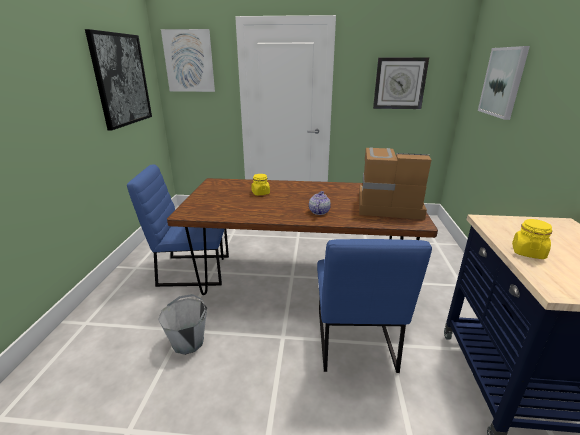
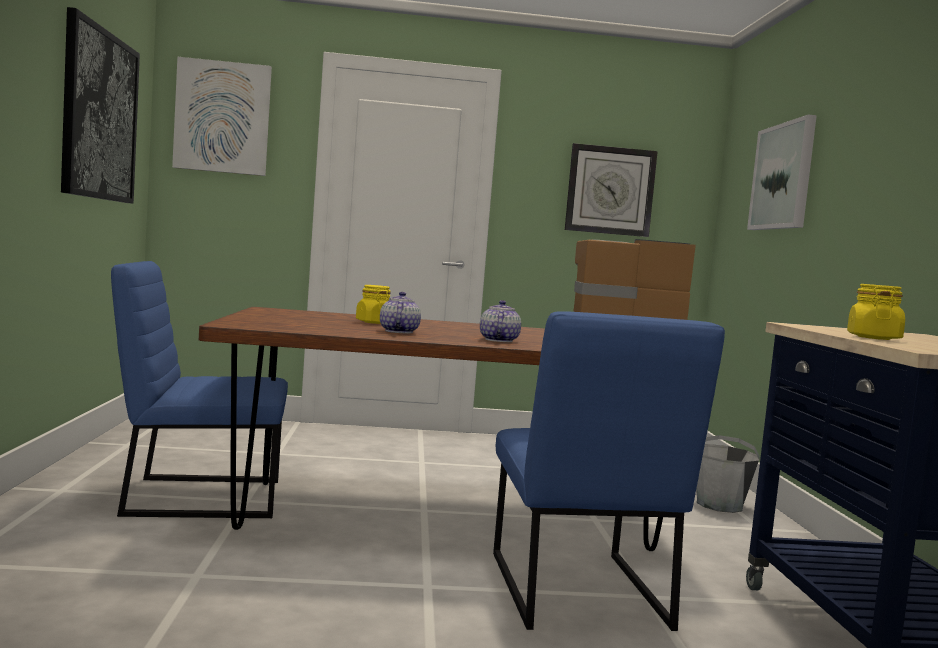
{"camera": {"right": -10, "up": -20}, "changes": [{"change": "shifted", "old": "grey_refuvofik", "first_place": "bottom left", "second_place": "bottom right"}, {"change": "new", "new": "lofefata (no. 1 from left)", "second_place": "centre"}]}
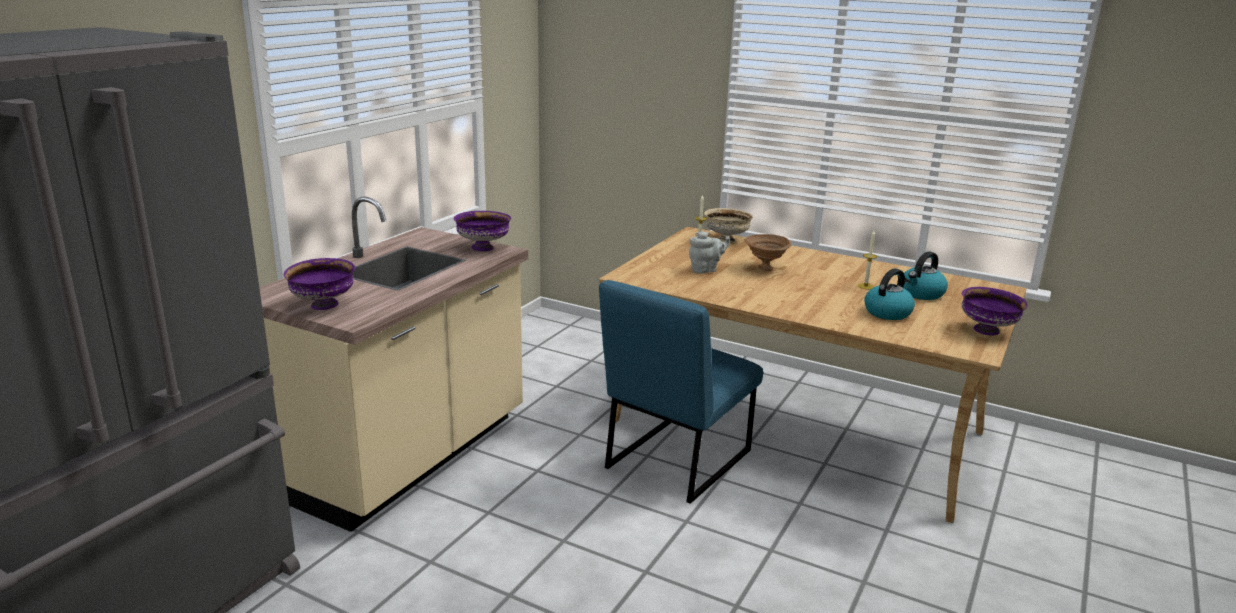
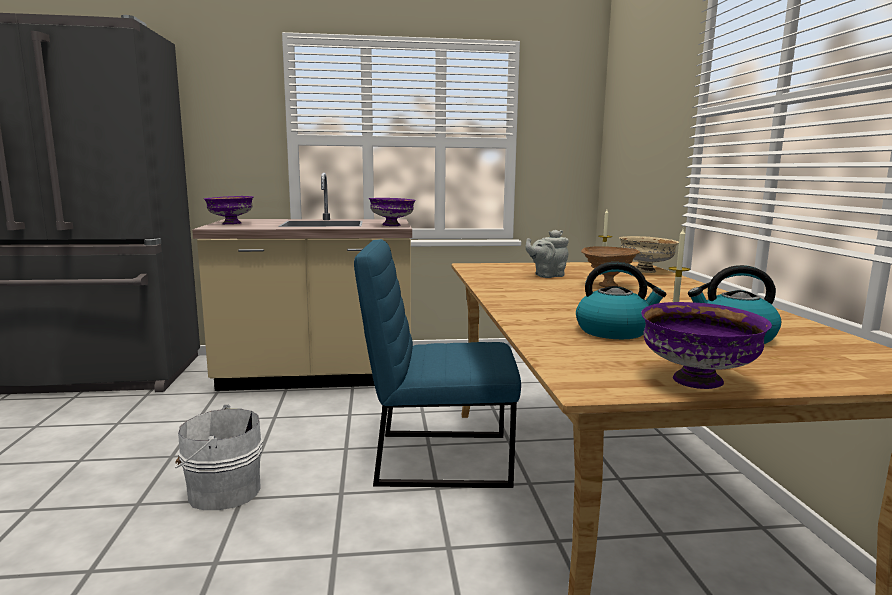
{"camera": {"right": 55, "up": -10}, "changes": [{"change": "rotated", "old": "grey_lofefata", "first_place": "centre", "second_place": "centre", "degrees": 120}, {"change": "new", "new": "white_refuvofik", "second_place": "bottom left"}]}
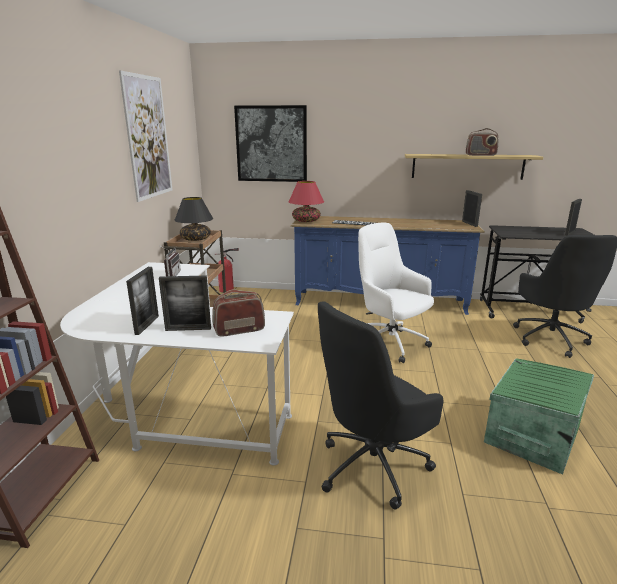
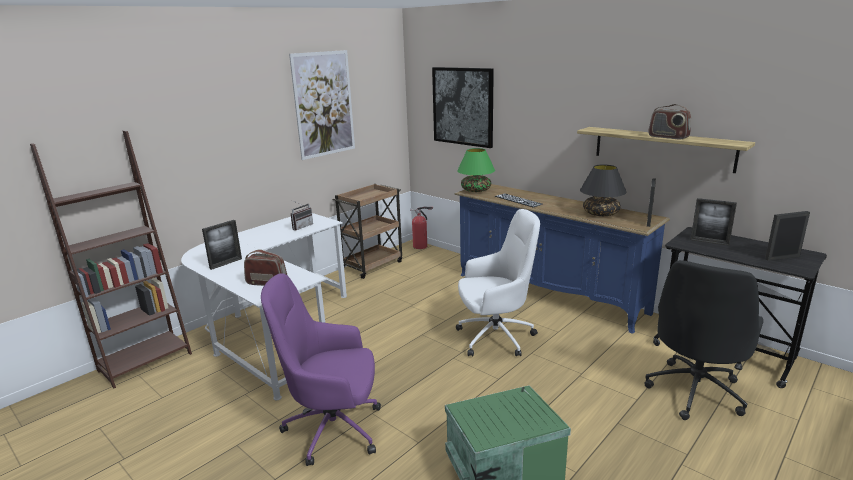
{"camera": {"right": 35, "up": 0}, "changes": [{"change": "shifted", "old": "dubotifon (no. 2 from left in the first image)", "new": "dubotifon (no. 3 from left)", "first_place": "middle left", "second_place": "middle right"}, {"change": "shifted", "old": "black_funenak", "first_place": "middle left", "second_place": "middle right"}, {"change": "repainted", "old": "red_funenak", "new": "green_funenak", "first_place": "centre", "second_place": "centre"}, {"change": "repainted", "old": "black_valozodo (no. 1 from left)", "new": "purple_valozodo", "first_place": "bottom centre", "second_place": "bottom centre"}, {"change": "rotated", "old": "white_valozodo", "first_place": "centre", "second_place": "centre", "degrees": 90}]}
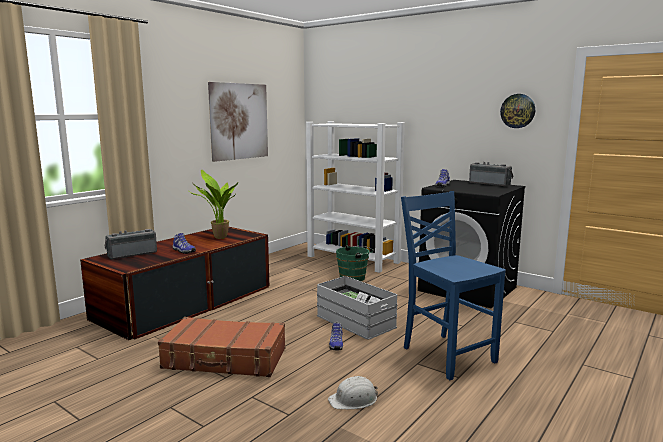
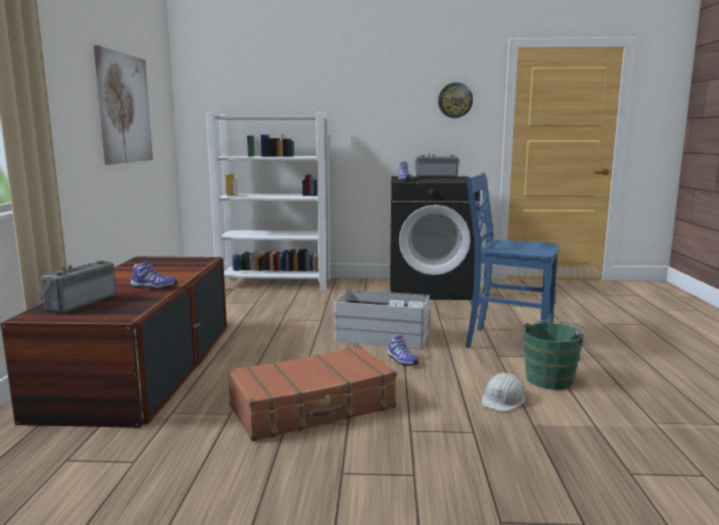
{"camera": {"right": -35, "up": 0}, "changes": [{"change": "gone", "old": "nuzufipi", "first_place": "middle left"}, {"change": "shifted", "old": "green_refuvofik", "first_place": "centre", "second_place": "bottom right"}]}
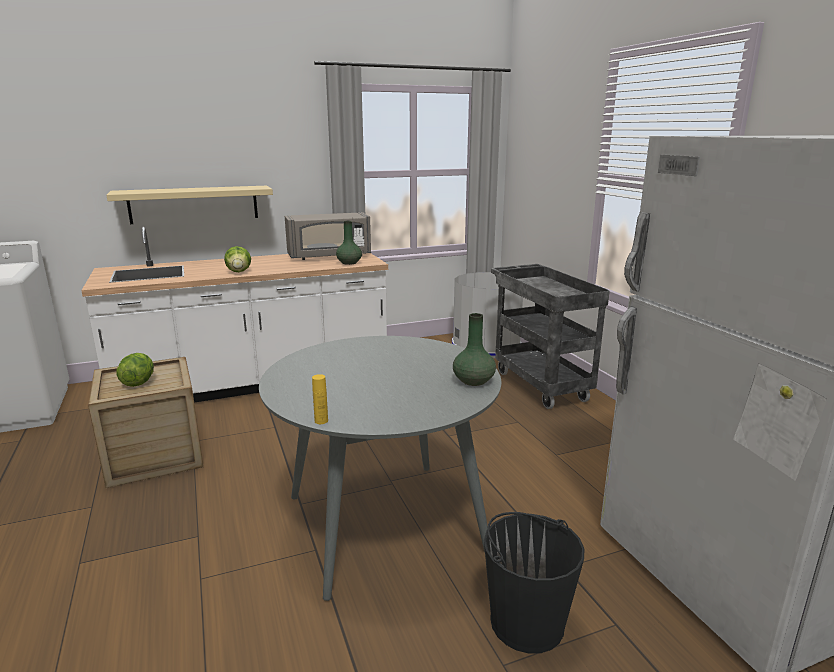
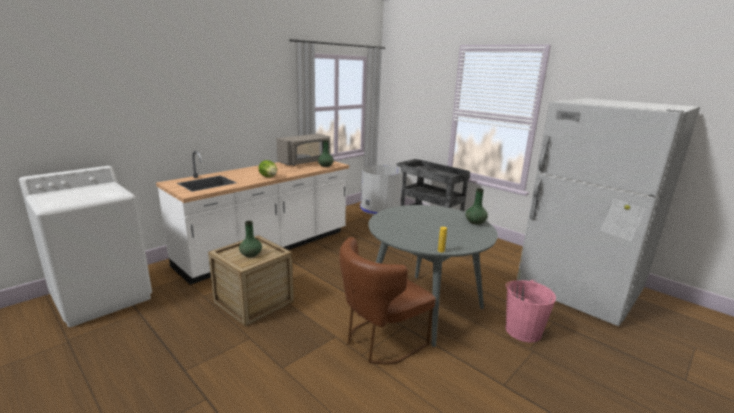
{"camera": {"right": -25, "up": 0}, "changes": [{"change": "gone", "old": "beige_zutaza", "first_place": "top left"}, {"change": "swapped", "old": "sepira (no. 1 from left)", "new": "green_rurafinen (no. 1 from left)", "first_place": "middle left", "second_place": "centre"}, {"change": "repainted", "old": "black_refuvofik", "new": "pink_refuvofik", "first_place": "bottom centre", "second_place": "bottom right"}, {"change": "new", "new": "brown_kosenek", "second_place": "bottom centre"}]}
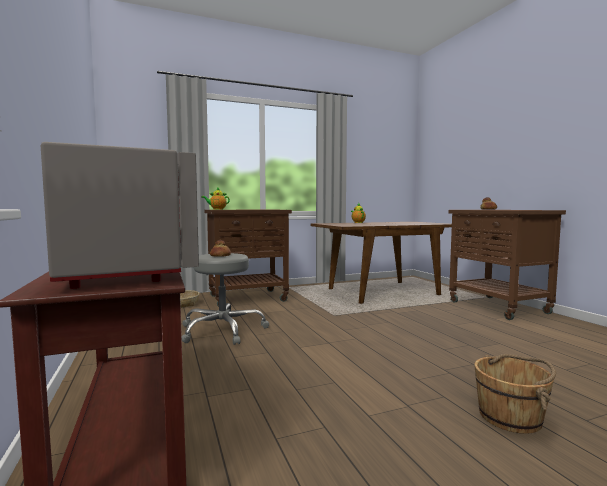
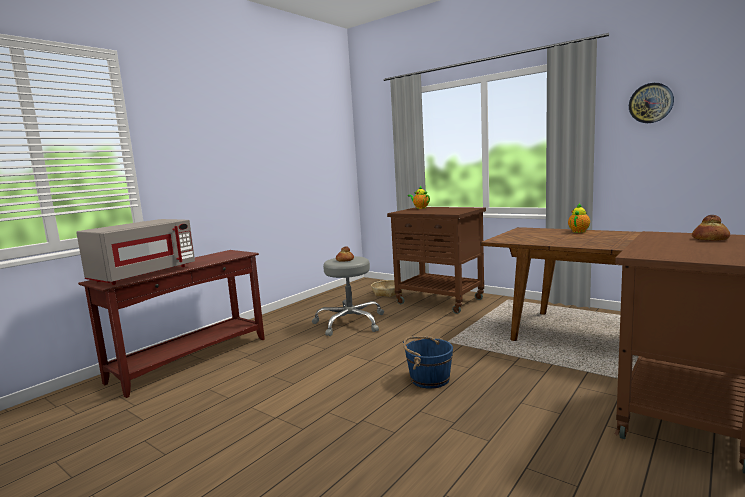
{"camera": {"right": 60, "up": 5}, "changes": [{"change": "gone", "old": "brown_refuvofik", "first_place": "bottom right"}, {"change": "new", "new": "blue_refuvofik", "second_place": "bottom centre"}, {"change": "new", "new": "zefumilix", "second_place": "top right"}]}
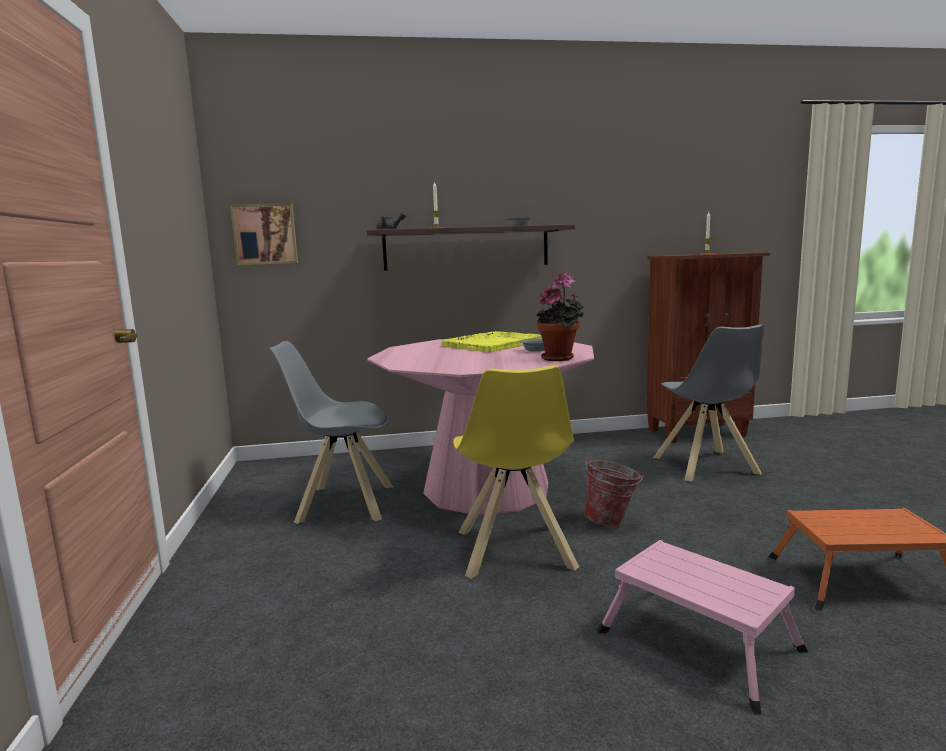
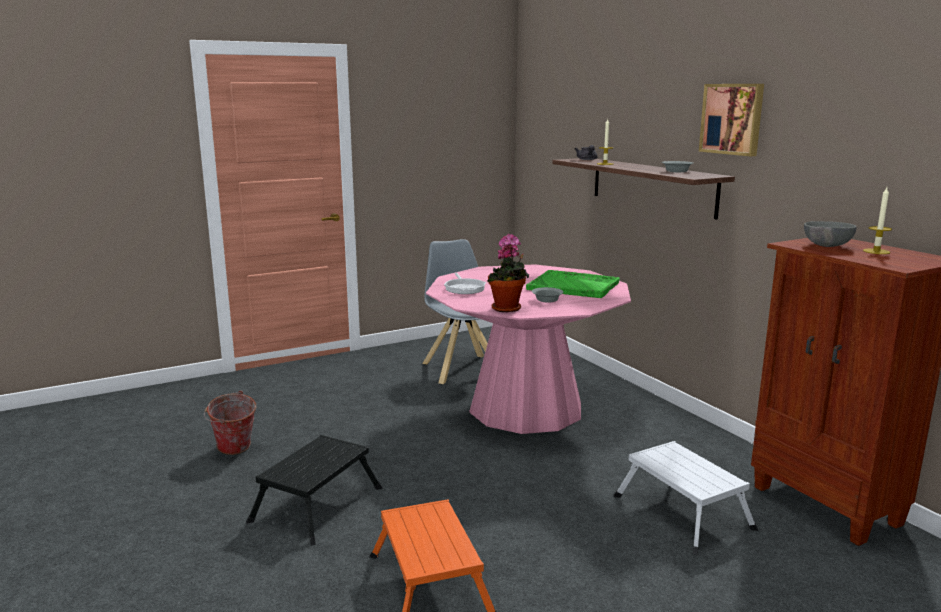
{"camera": {"right": 70, "up": 5}, "changes": [{"change": "shifted", "old": "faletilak", "first_place": "top left", "second_place": "top right"}, {"change": "repainted", "old": "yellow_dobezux", "new": "green_dobezux", "first_place": "centre", "second_place": "centre"}, {"change": "gone", "old": "yellow_kosenek", "first_place": "centre"}, {"change": "shifted", "old": "refuvofik", "first_place": "centre", "second_place": "bottom left"}, {"change": "repainted", "old": "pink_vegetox", "new": "black_vegetox", "first_place": "bottom right", "second_place": "bottom centre"}, {"change": "swapped", "old": "grey_kosenek (no. 2 from left)", "new": "white_vegetox", "first_place": "middle right", "second_place": "bottom right"}, {"change": "new", "new": "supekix", "second_place": "centre"}, {"change": "new", "new": "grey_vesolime (no. 3 from left)", "second_place": "middle right"}]}
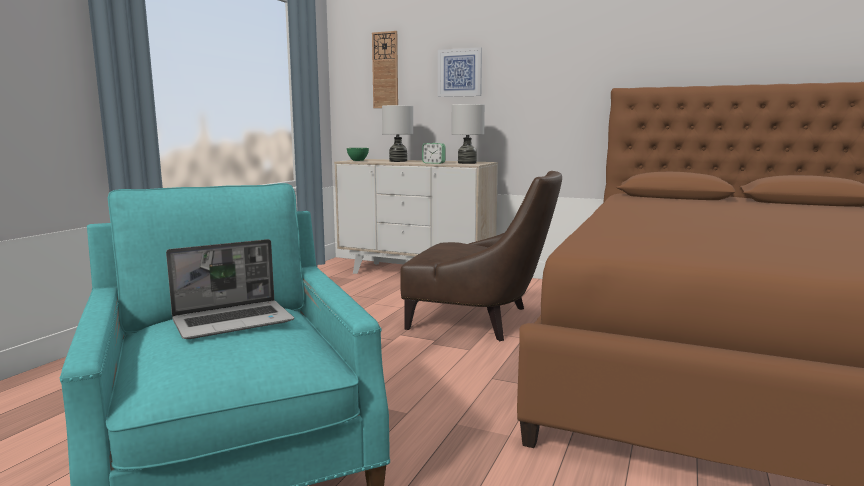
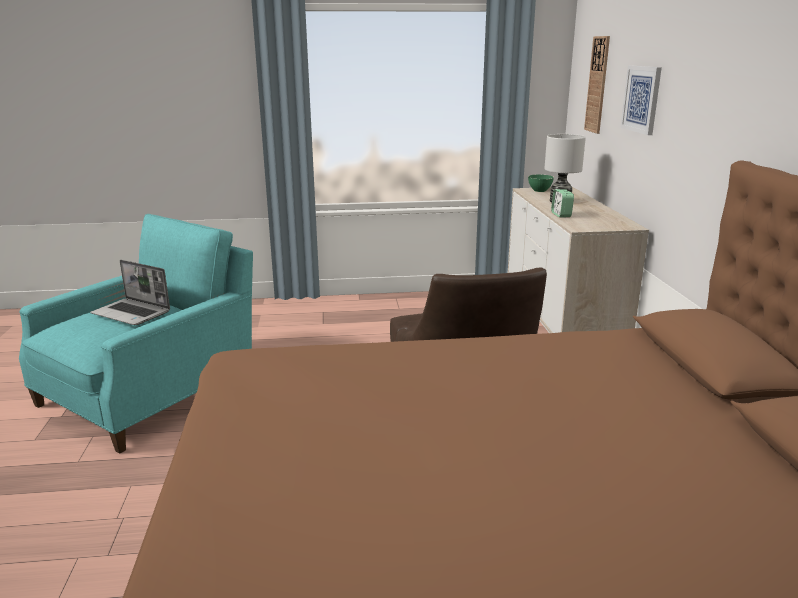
{"camera": {"right": 60, "up": 10}, "changes": [{"change": "gone", "old": "grey_funenak (no. 2 from left)", "first_place": "top centre"}]}
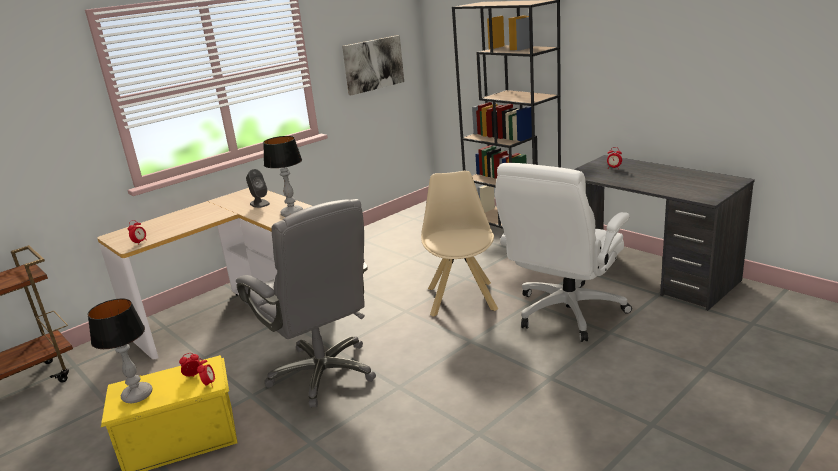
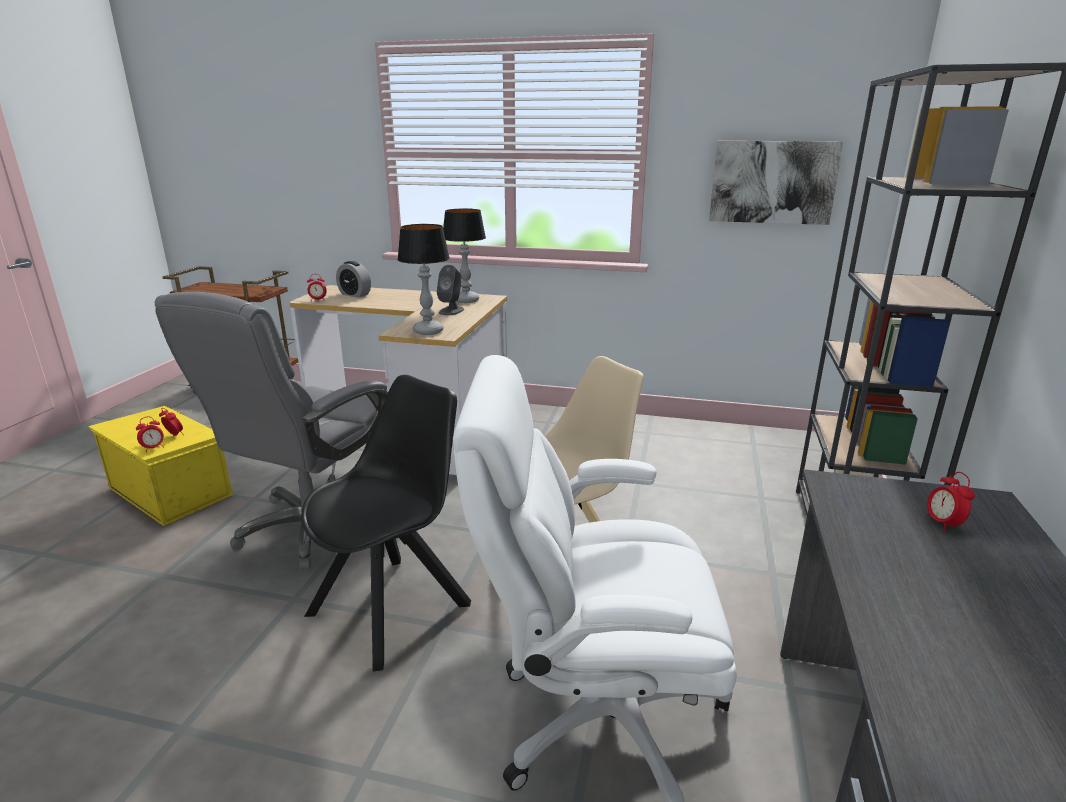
{"camera": {"right": 55, "up": 0}, "changes": [{"change": "shifted", "old": "funenak (no. 1 from left in the first image)", "new": "funenak (no. 2 from left)", "first_place": "bottom left", "second_place": "top centre"}, {"change": "new", "new": "black_kosenek", "second_place": "centre"}, {"change": "new", "new": "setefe (no. 4 from left)", "second_place": "middle left"}]}
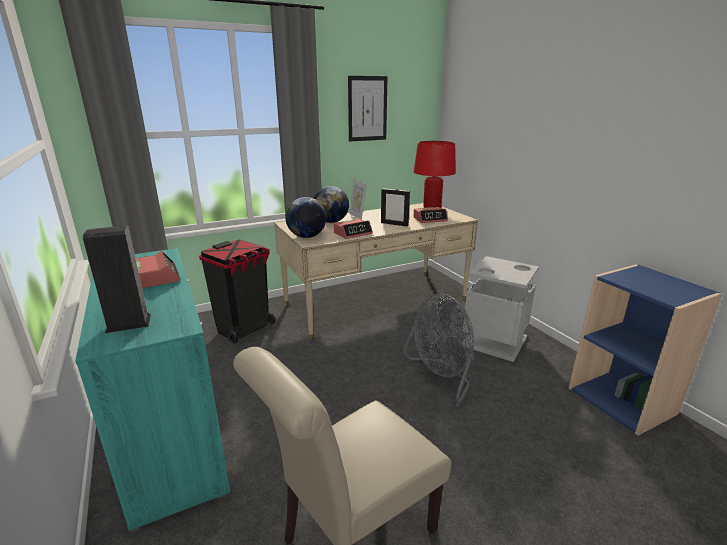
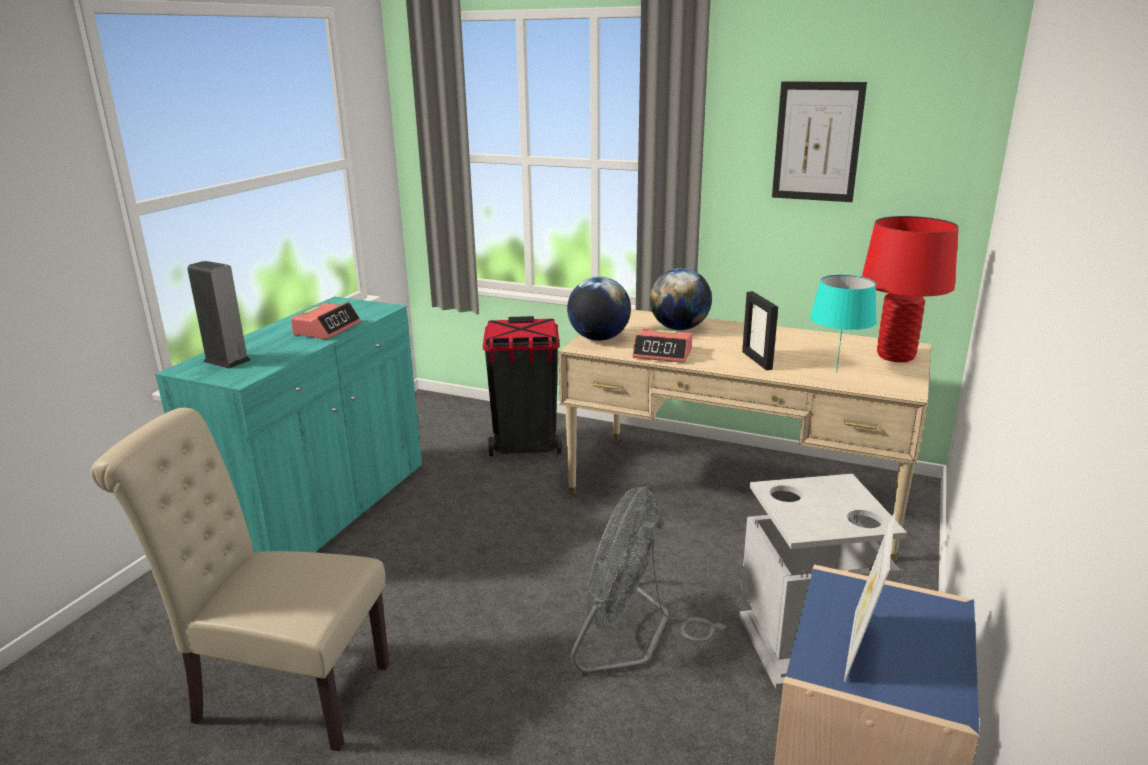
{"camera": {"right": 50, "up": 0}, "changes": [{"change": "shifted", "old": "dubotifon (no. 1 from left in the first image)", "new": "dubotifon (no. 2 from left)", "first_place": "centre", "second_place": "bottom right"}, {"change": "swapped", "old": "setefe (no. 3 from left)", "new": "turquoise_funenak", "first_place": "centre", "second_place": "middle right"}]}
